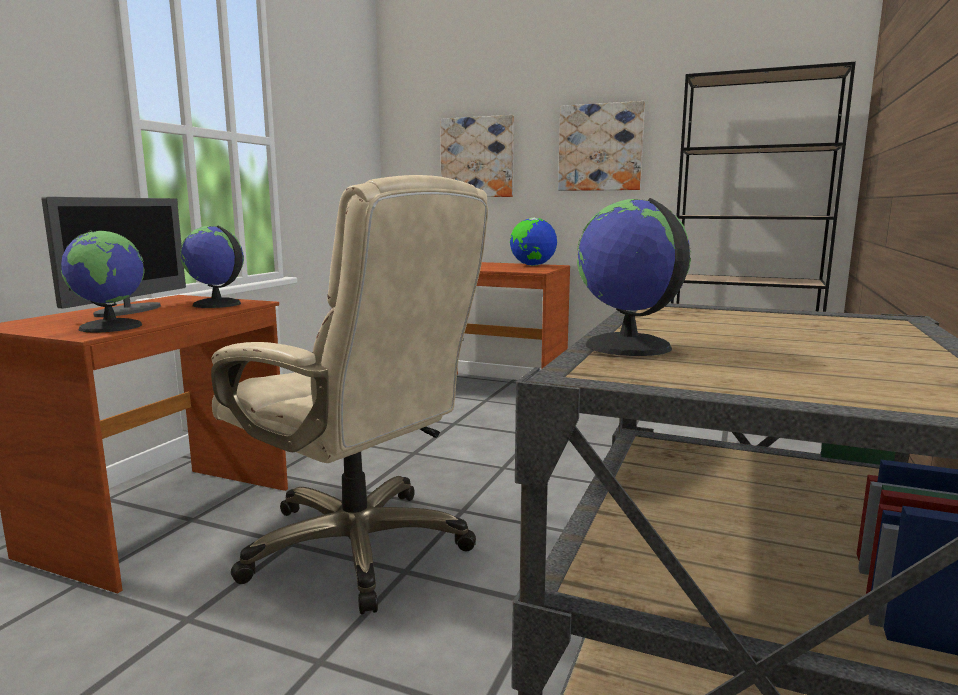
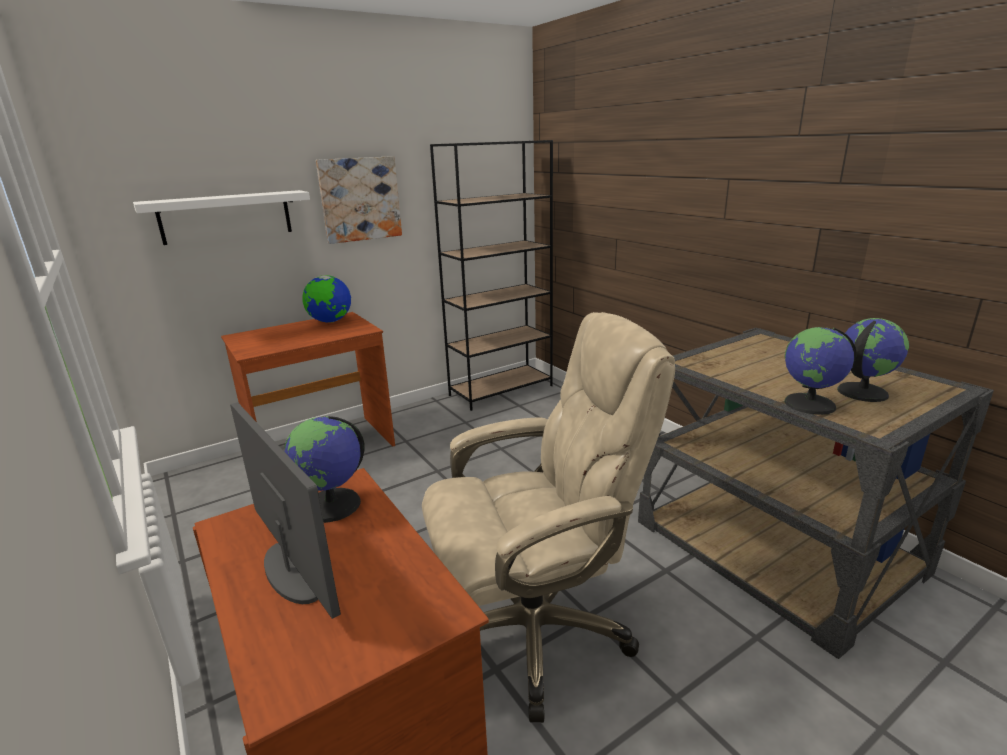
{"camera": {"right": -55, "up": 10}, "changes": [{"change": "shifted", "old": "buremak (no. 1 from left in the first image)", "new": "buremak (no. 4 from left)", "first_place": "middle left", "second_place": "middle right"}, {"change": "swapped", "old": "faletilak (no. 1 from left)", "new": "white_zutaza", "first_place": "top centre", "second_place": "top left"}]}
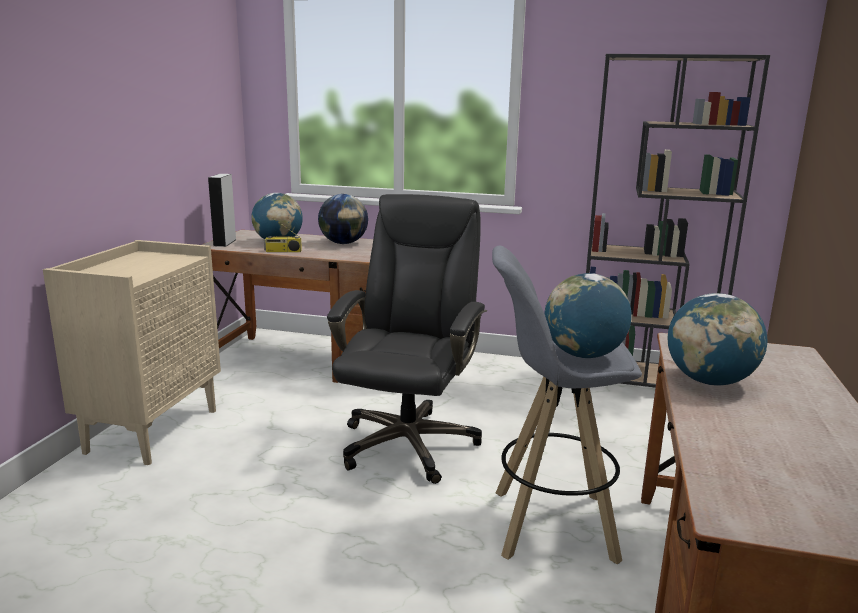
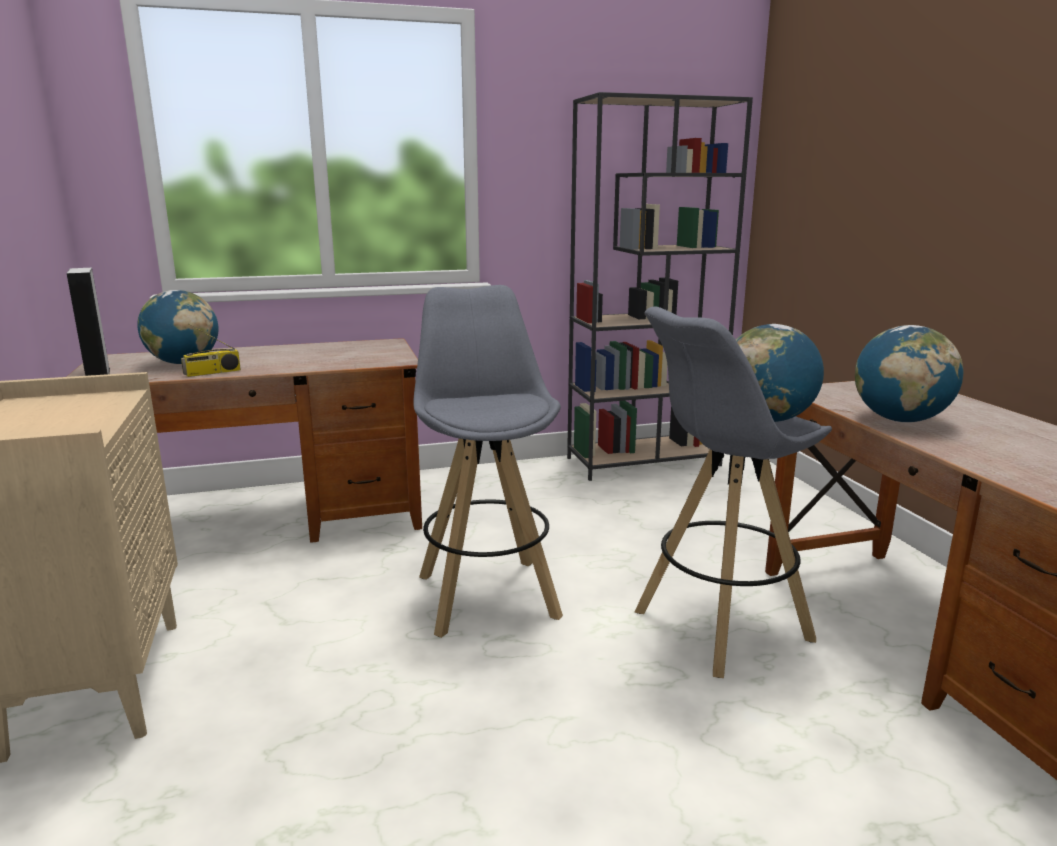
{"camera": {"right": -30, "up": 0}, "changes": [{"change": "gone", "old": "buremak (no. 2 from left)", "first_place": "centre"}, {"change": "swapped", "old": "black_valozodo", "new": "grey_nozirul (no. 1 from left)", "first_place": "centre", "second_place": "centre"}]}
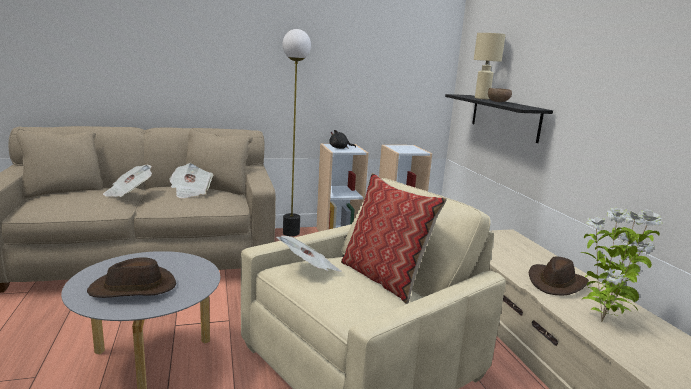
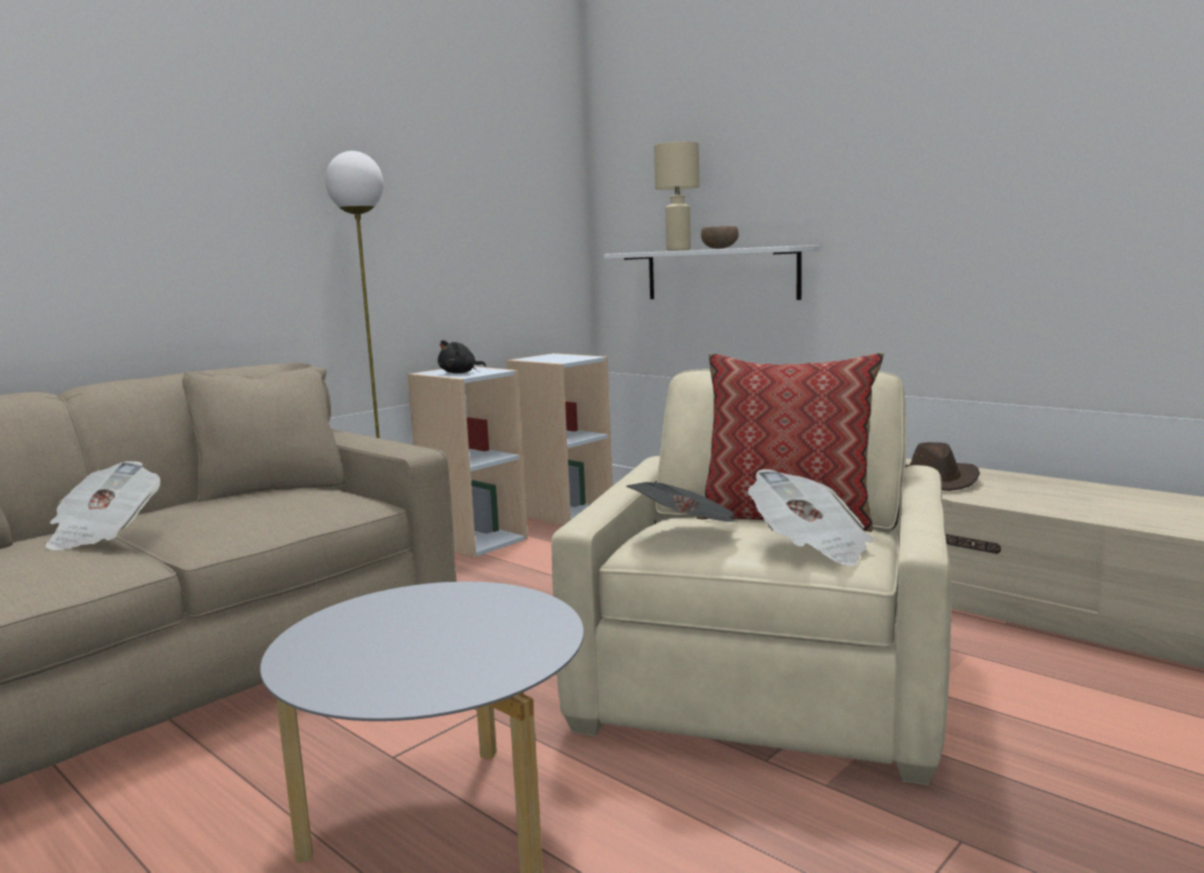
{"camera": {"right": -30, "up": -5}, "changes": [{"change": "gone", "old": "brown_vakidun (no. 1 from left)", "first_place": "bottom left"}, {"change": "shifted", "old": "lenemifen (no. 2 from left in the first image)", "new": "lenemifen (no. 3 from left)", "first_place": "middle left", "second_place": "middle right"}, {"change": "repainted", "old": "black_zutaza", "new": "white_zutaza", "first_place": "top right", "second_place": "top centre"}, {"change": "gone", "old": "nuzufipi", "first_place": "bottom right"}]}
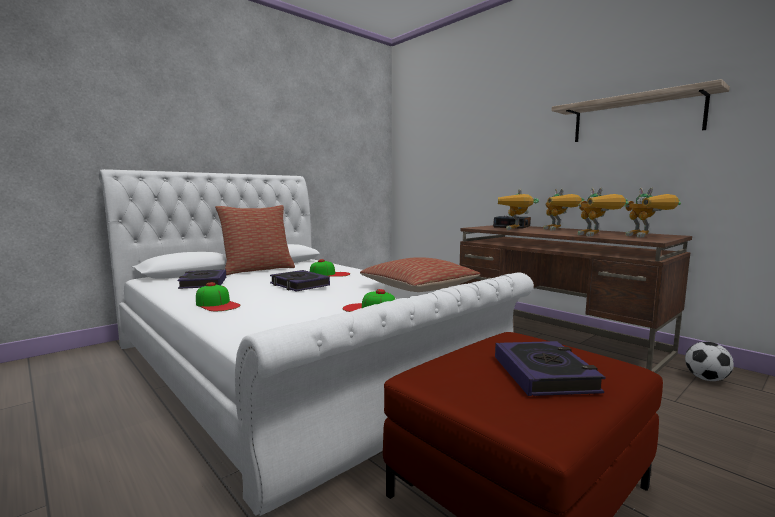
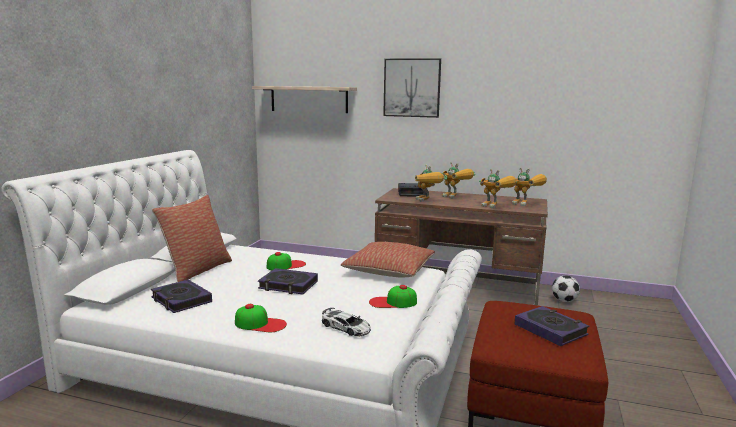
{"camera": {"right": -30, "up": 5}, "changes": [{"change": "shifted", "old": "zutaza", "first_place": "top right", "second_place": "top centre"}, {"change": "new", "new": "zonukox", "second_place": "bottom centre"}, {"change": "new", "new": "faletilak", "second_place": "top centre"}]}
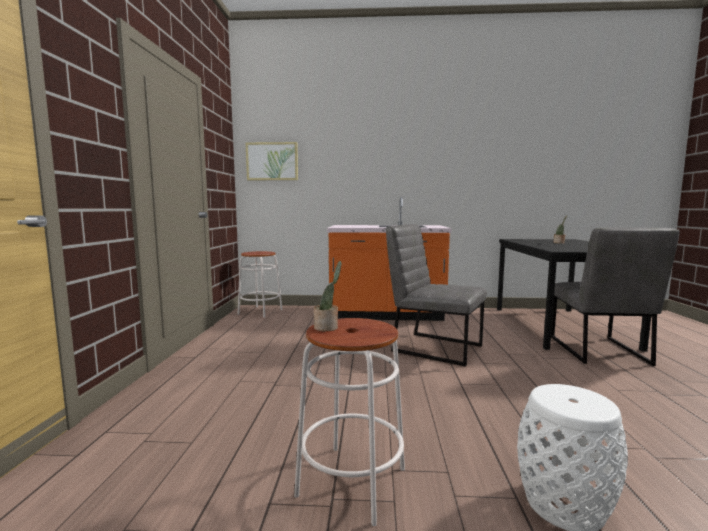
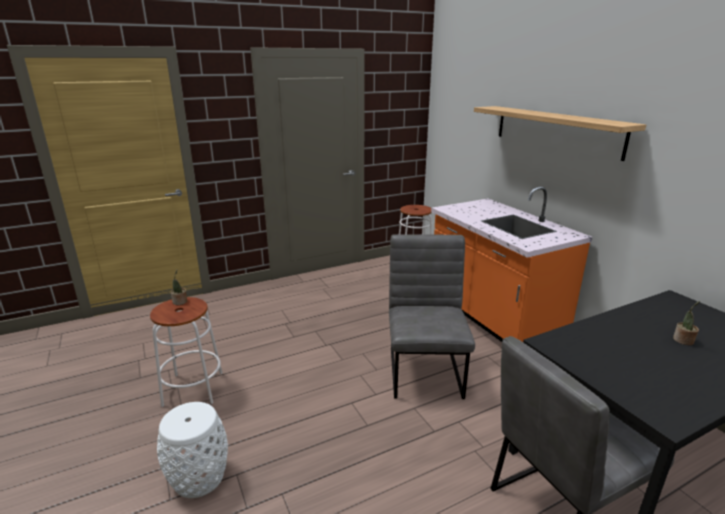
{"camera": {"right": 60, "up": 15}, "changes": [{"change": "gone", "old": "faletilak", "first_place": "top centre"}, {"change": "new", "new": "zutaza", "second_place": "top right"}]}
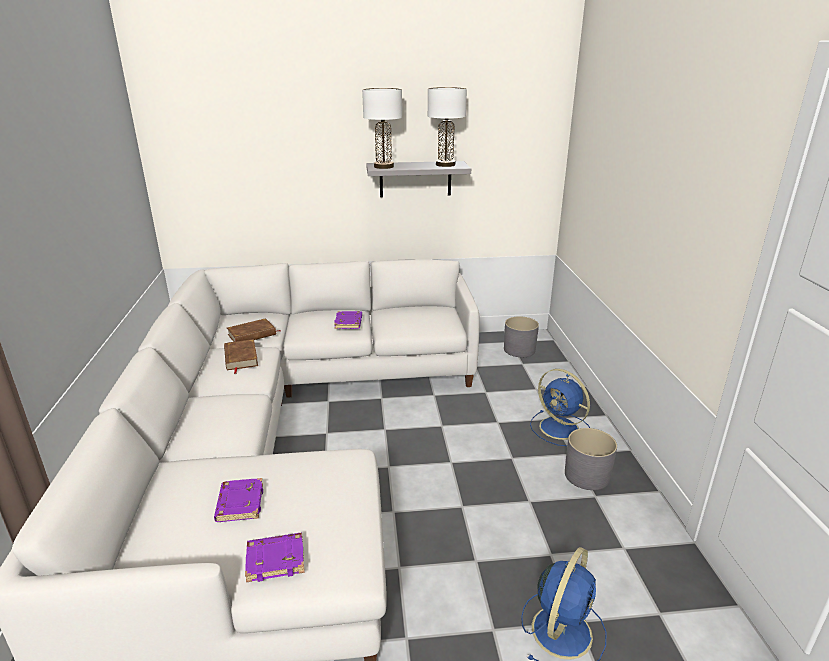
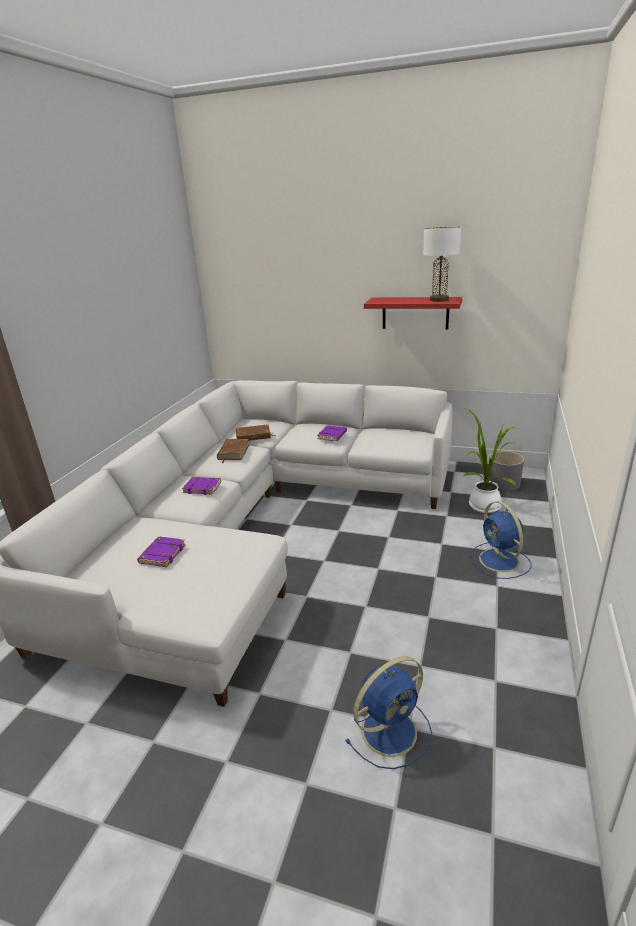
{"camera": {"right": 25, "up": 0}, "changes": [{"change": "shifted", "old": "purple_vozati (no. 2 from left)", "first_place": "bottom left", "second_place": "middle left"}, {"change": "gone", "old": "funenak (no. 1 from left)", "first_place": "top centre"}, {"change": "repainted", "old": "grey_zutaza", "new": "red_zutaza", "first_place": "top centre", "second_place": "centre"}, {"change": "gone", "old": "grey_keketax (no. 2 from left)", "first_place": "bottom right"}, {"change": "new", "new": "nuzufipi", "second_place": "middle right"}]}
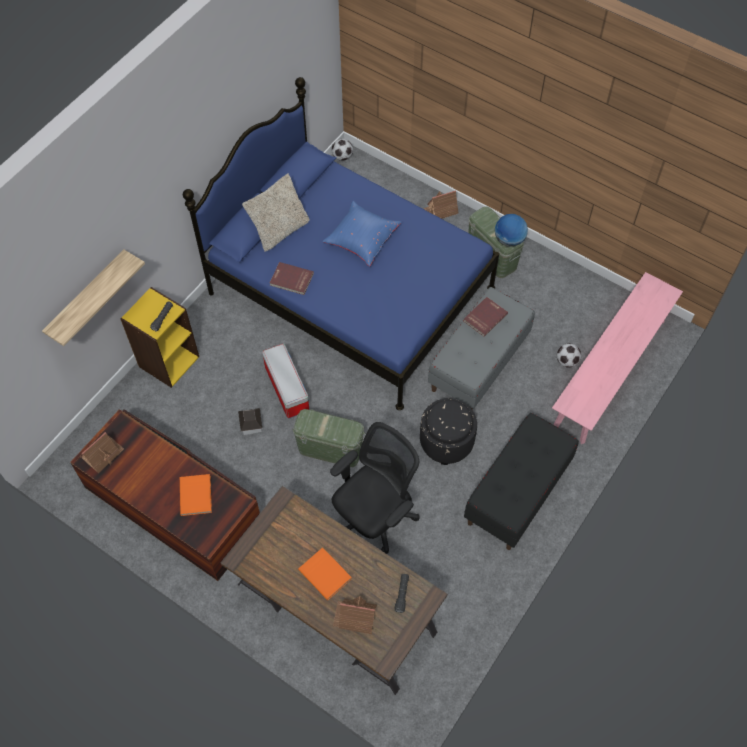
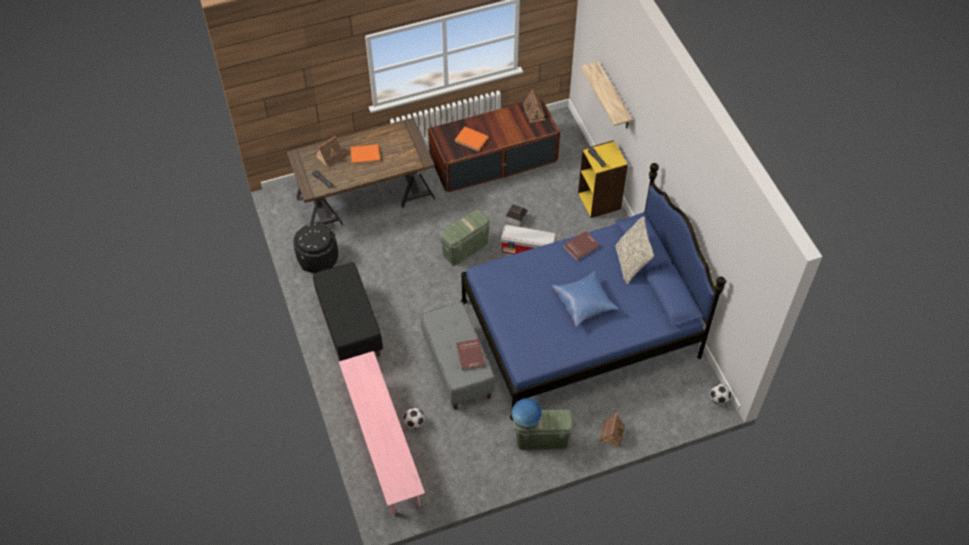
{"camera": {"right": 125, "up": -5}, "changes": [{"change": "gone", "old": "black_valozodo", "first_place": "centre"}, {"change": "shifted", "old": "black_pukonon", "first_place": "centre", "second_place": "middle left"}]}
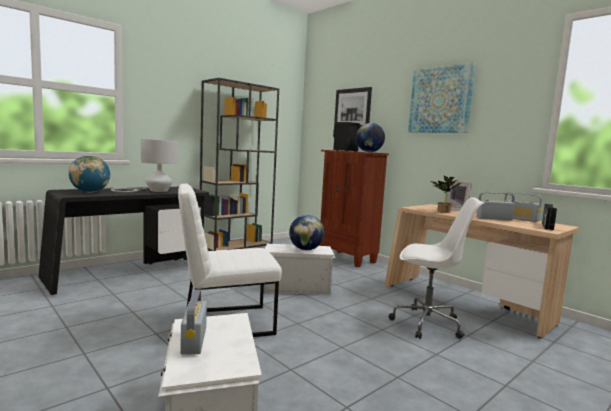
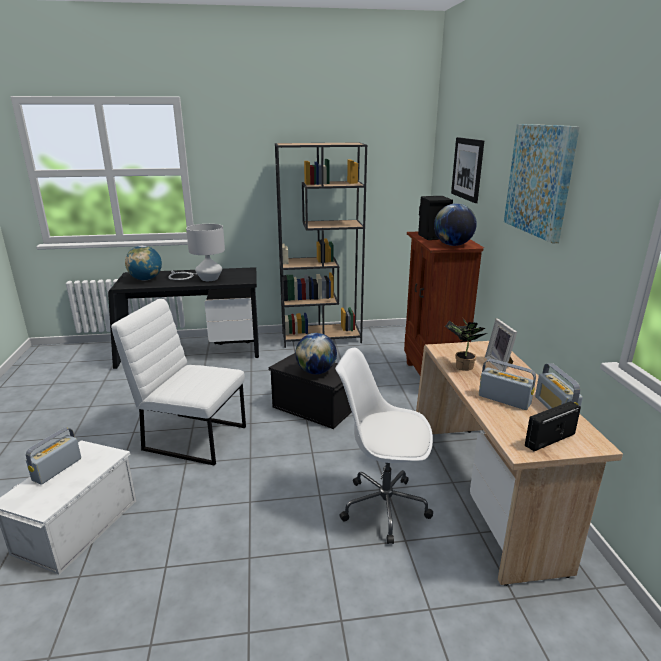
{"camera": {"right": 35, "up": 15}, "changes": [{"change": "repainted", "old": "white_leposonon (no. 2 from left)", "new": "black_leposonon", "first_place": "centre", "second_place": "centre"}, {"change": "rotated", "old": "white_valozodo", "first_place": "middle right", "second_place": "bottom centre", "degrees": 150}]}
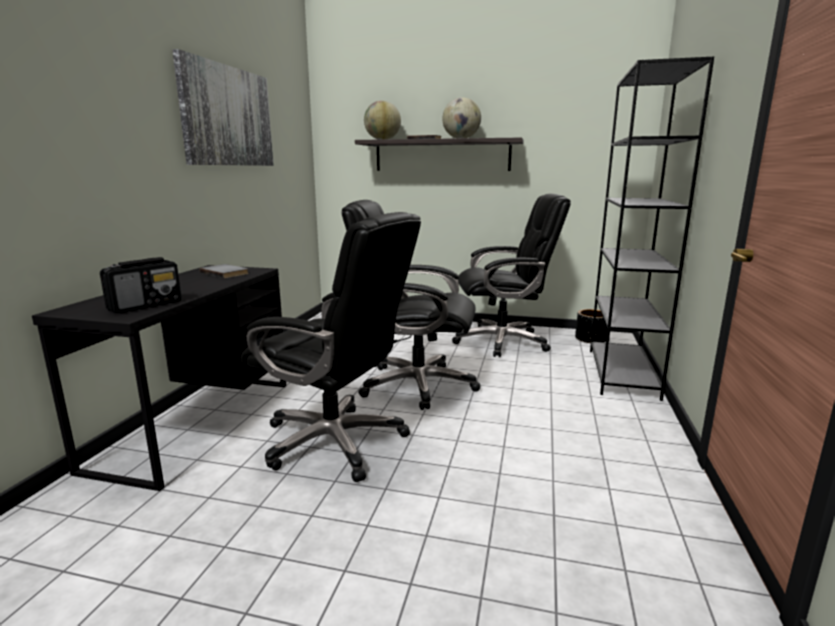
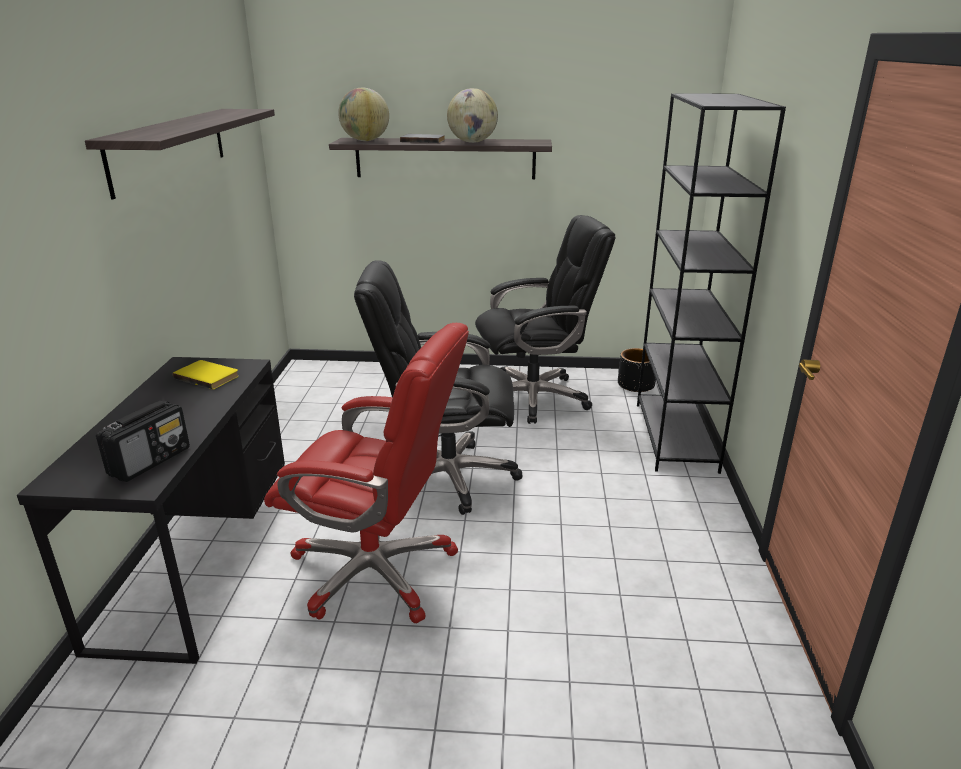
{"camera": {"right": -10, "up": 10}, "changes": [{"change": "swapped", "old": "faletilak", "new": "zutaza (no. 1 from left)", "first_place": "top left", "second_place": "top left"}, {"change": "repainted", "old": "grey_vozati (no. 1 from left)", "new": "yellow_vozati", "first_place": "middle left", "second_place": "middle left"}, {"change": "repainted", "old": "black_valozodo (no. 1 from left)", "new": "red_valozodo", "first_place": "centre", "second_place": "centre"}]}
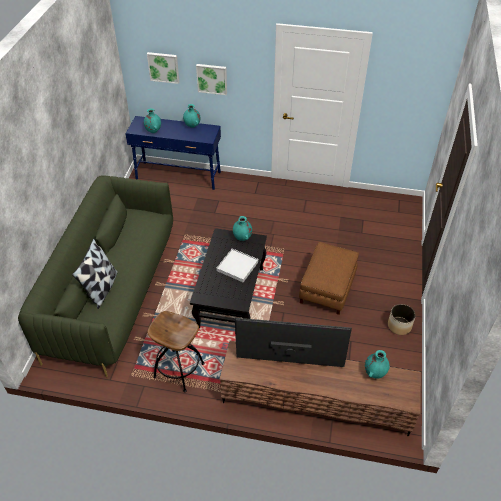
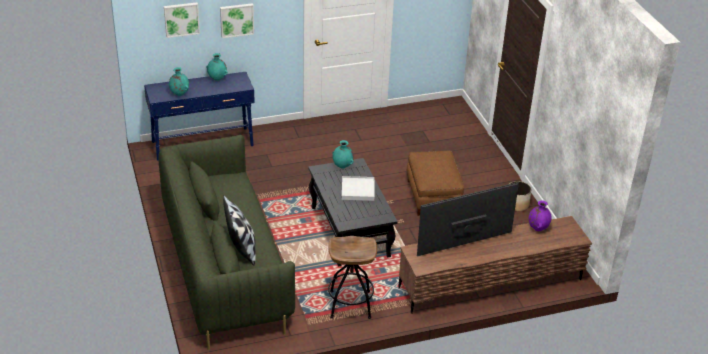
{"camera": {"right": -30, "up": -10}, "changes": [{"change": "repainted", "old": "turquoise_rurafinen (no. 4 from left)", "new": "purple_rurafinen", "first_place": "bottom right", "second_place": "middle right"}]}
